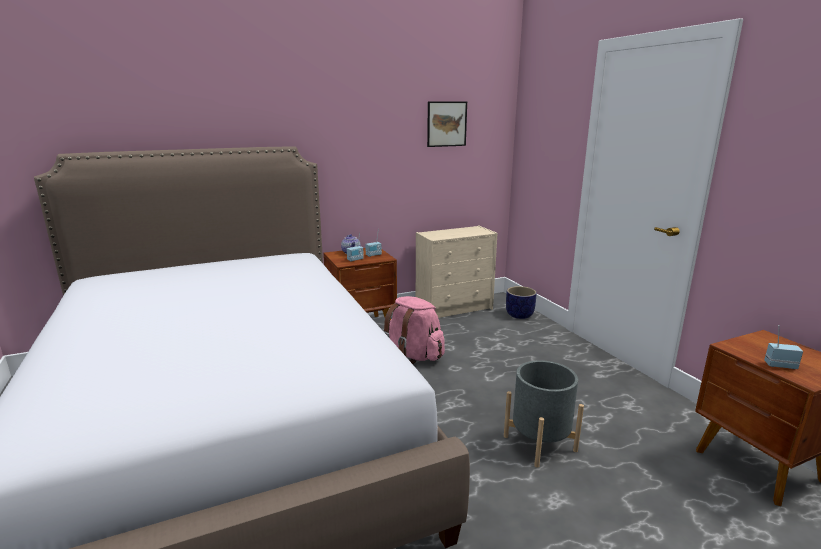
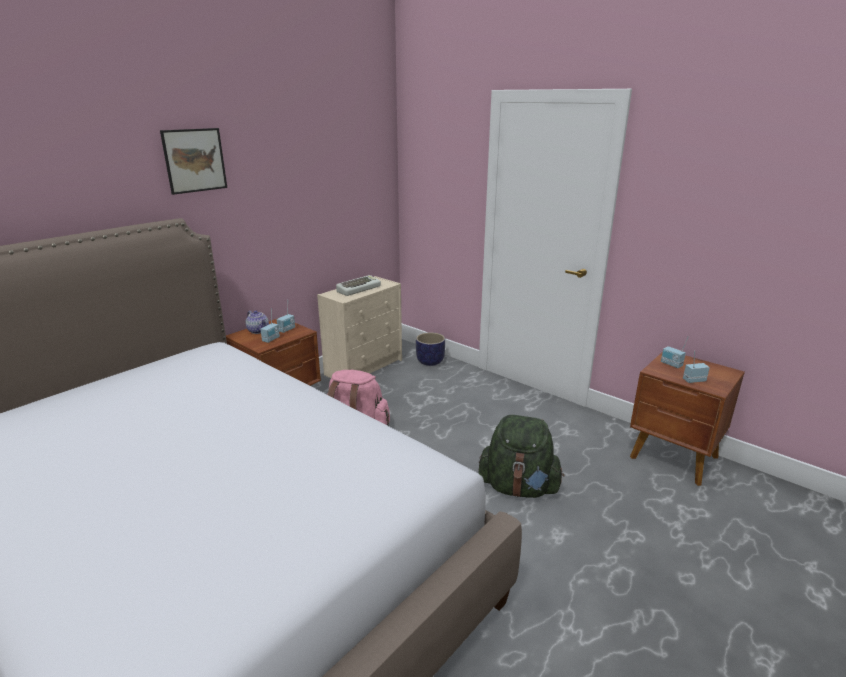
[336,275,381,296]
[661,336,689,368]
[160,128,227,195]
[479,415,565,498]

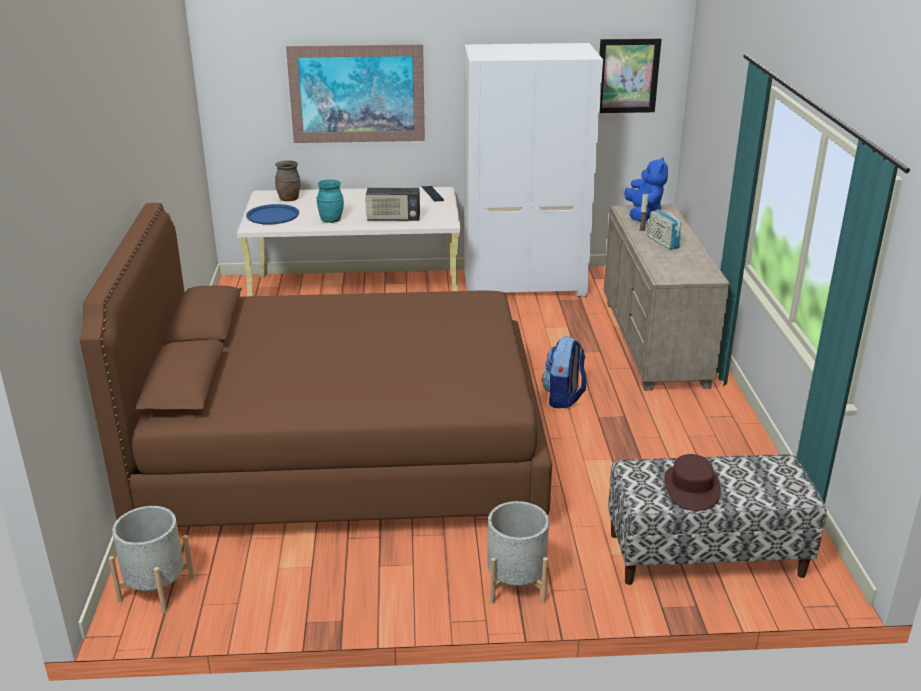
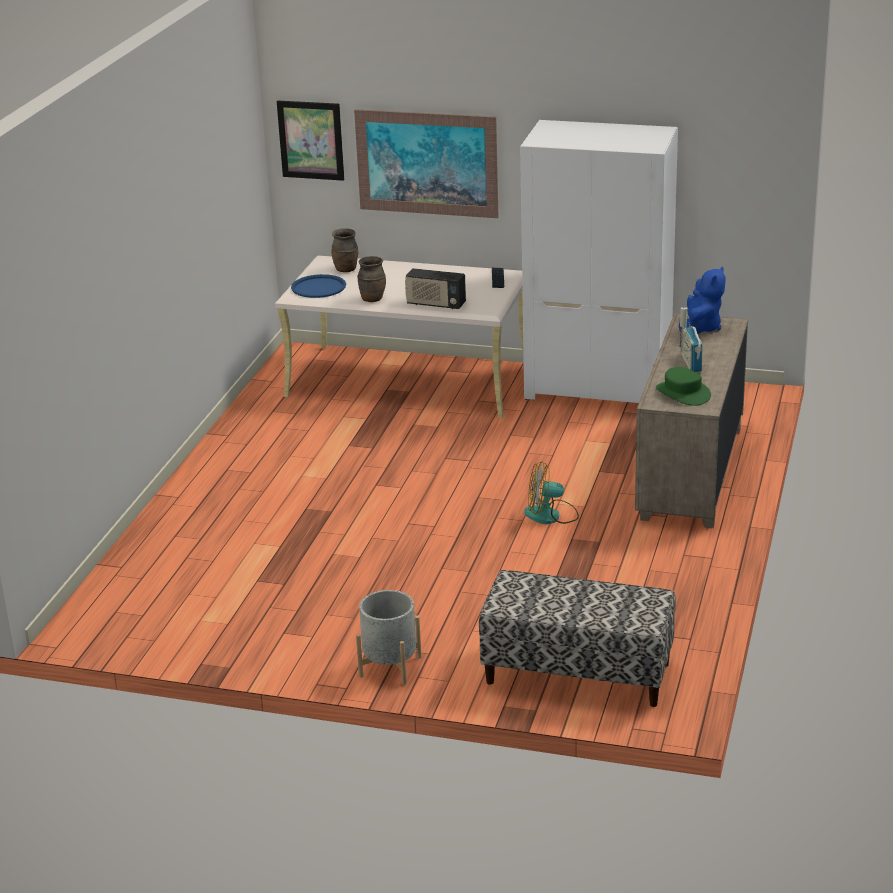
[79,203,552,527] (first image)
[109,506,194,613] (first image)
[664,454,721,511] (first image)
[656,367,711,406]
[277,100,344,181]
[524,461,579,524]
[357,256,386,302]

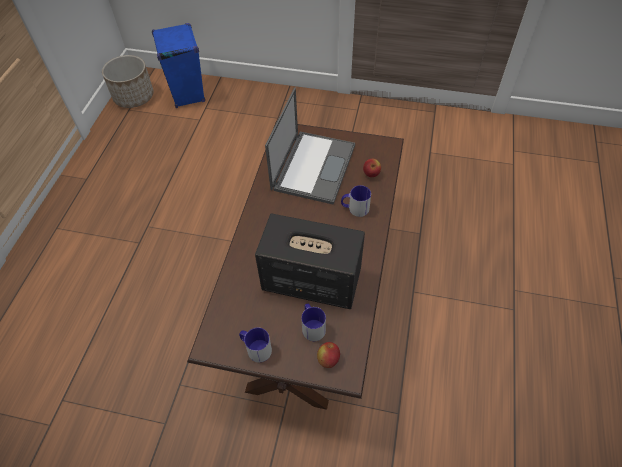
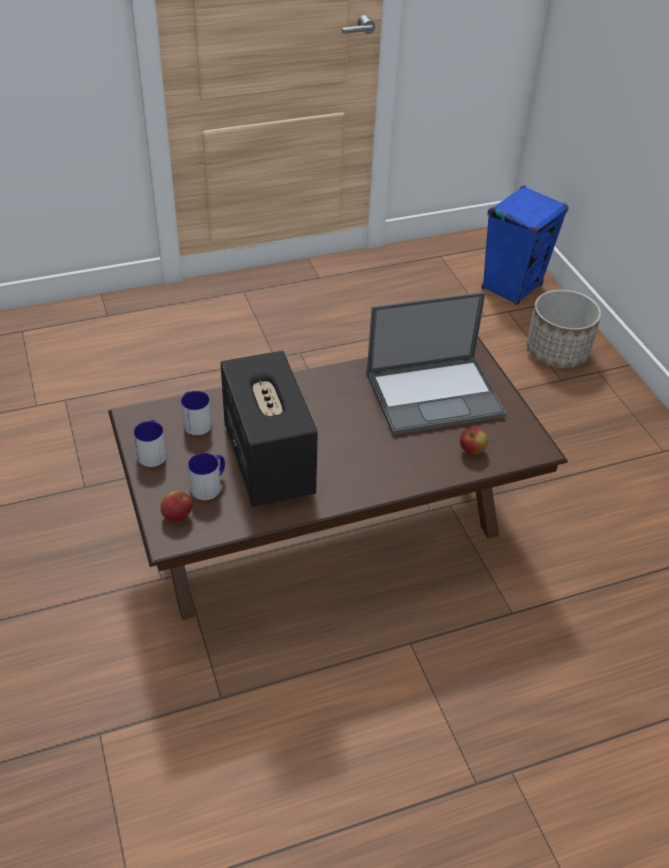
[527,289,601,368]
[181,391,212,435]

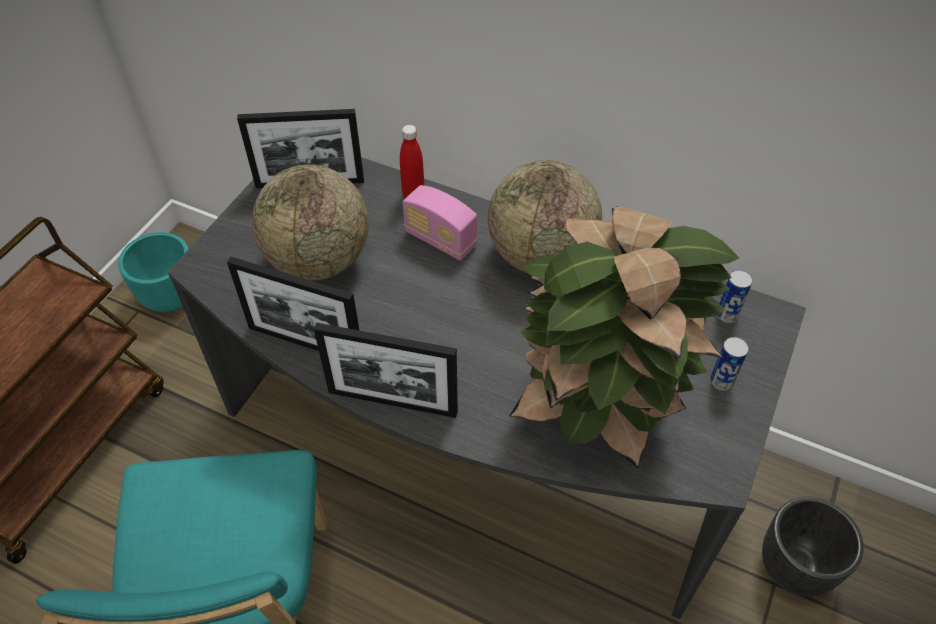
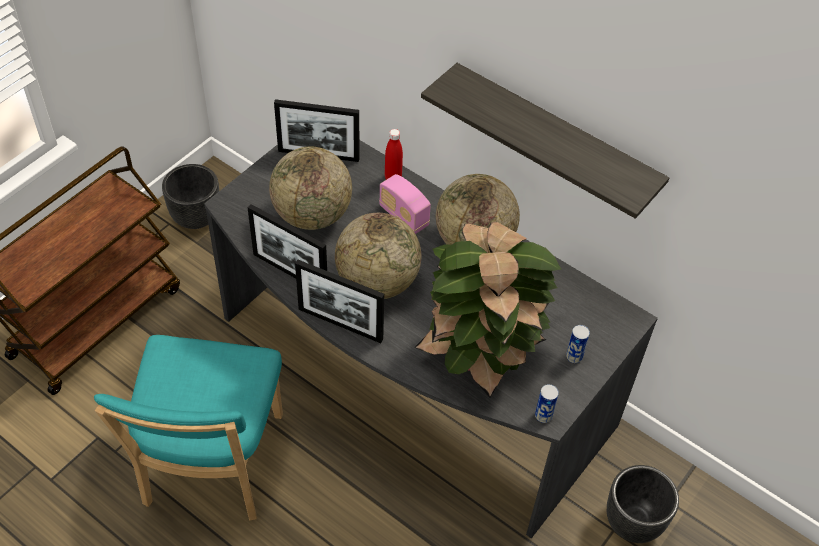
[335,213,421,299]
[421,63,669,219]
[535,384,559,423]
[162,164,219,229]

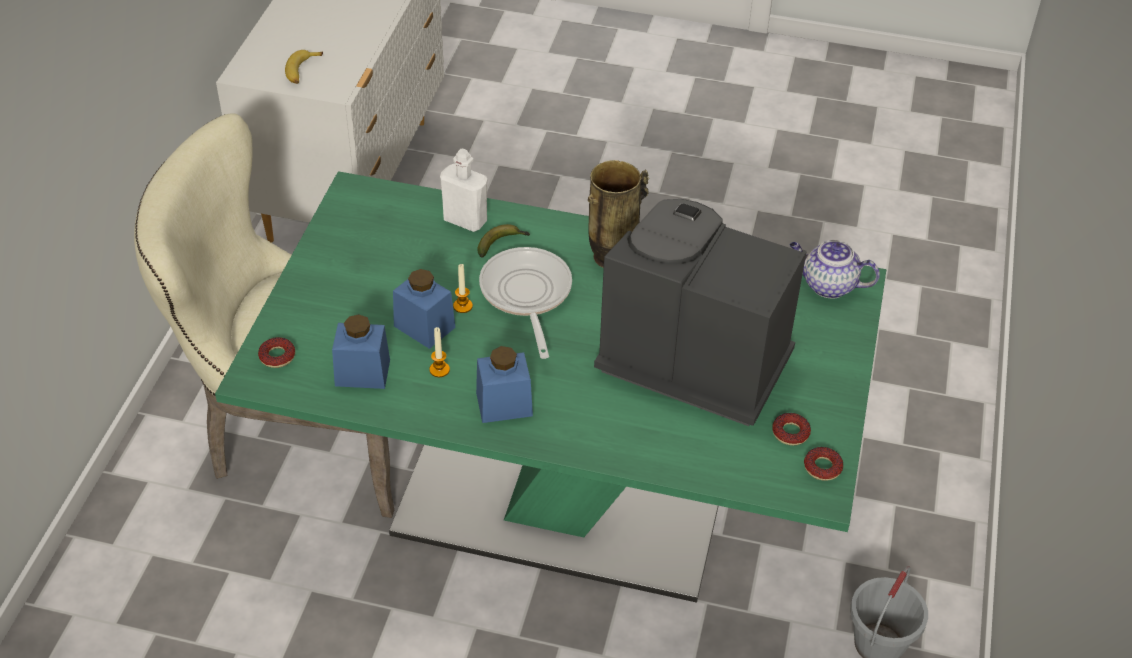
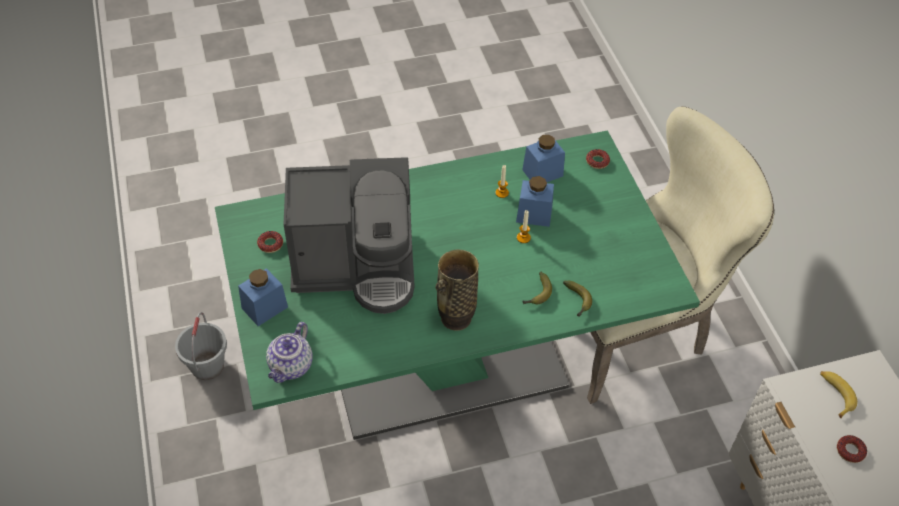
[479,247,572,359] (first image)
[238,268,288,326]
[837,435,867,463]
[563,281,592,316]
[266,322,313,383]

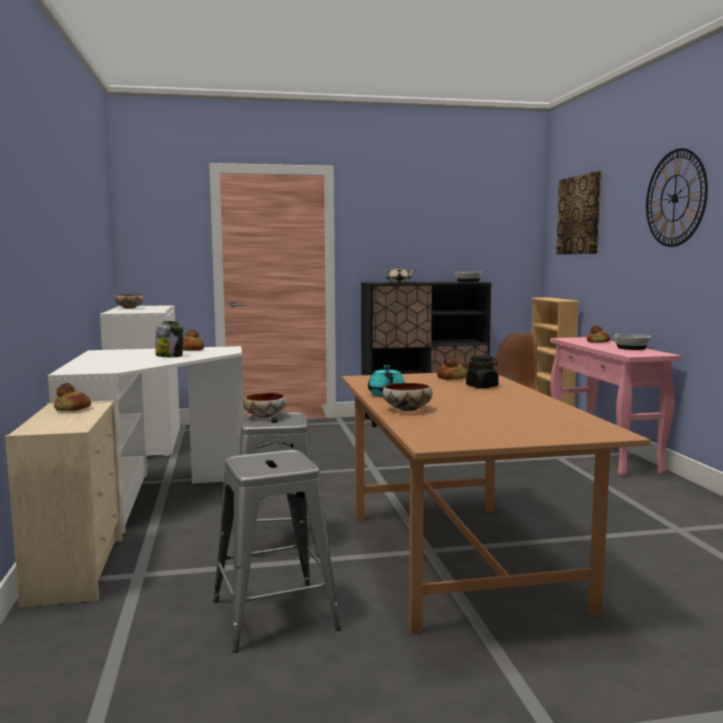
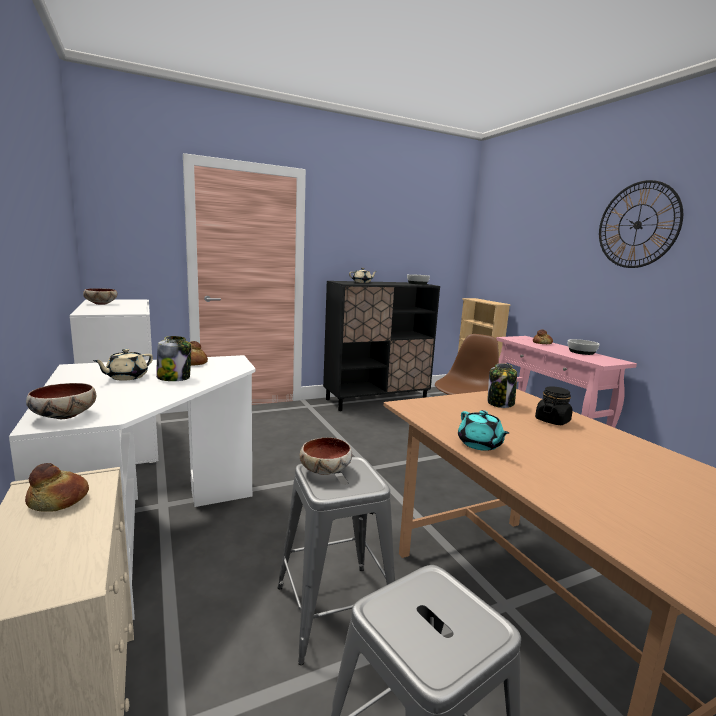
[556,171,601,255] (first image)
[93,349,153,381]
[26,383,96,419]
[487,363,517,408]

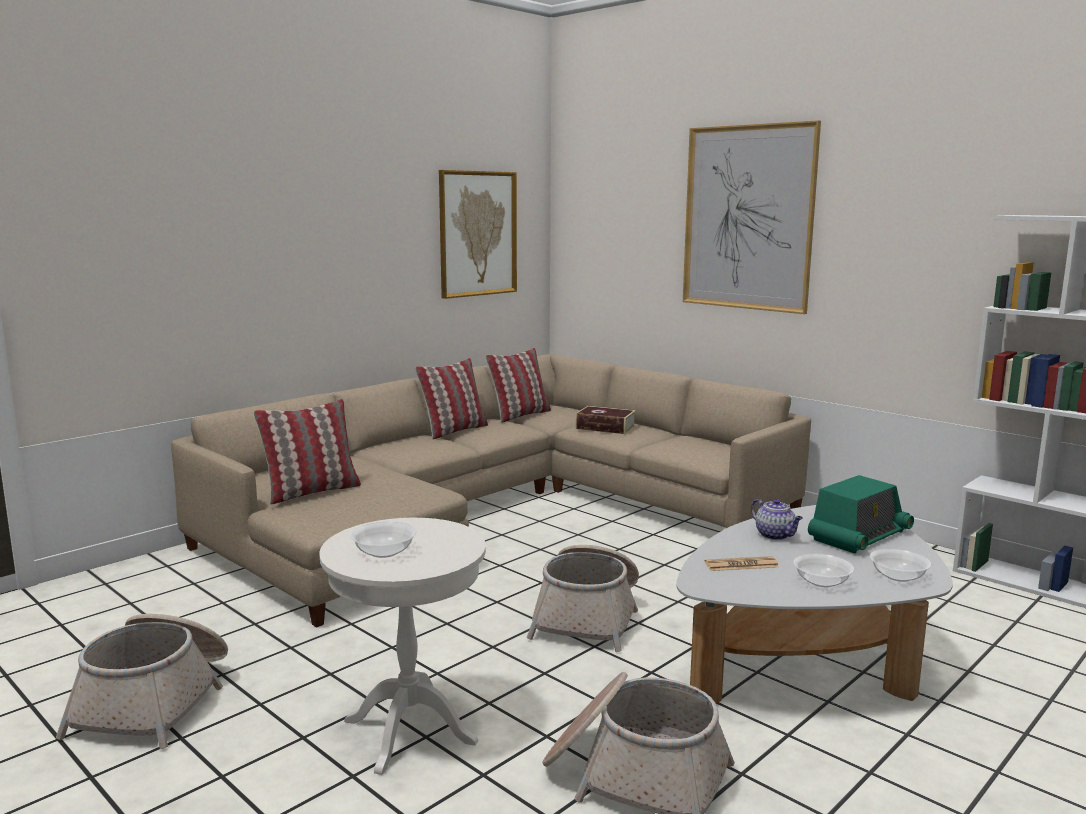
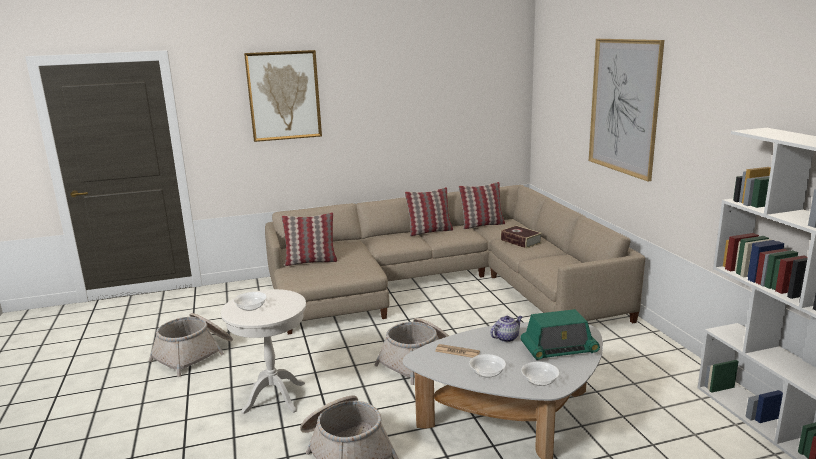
[244,50,322,142]
[491,316,522,342]

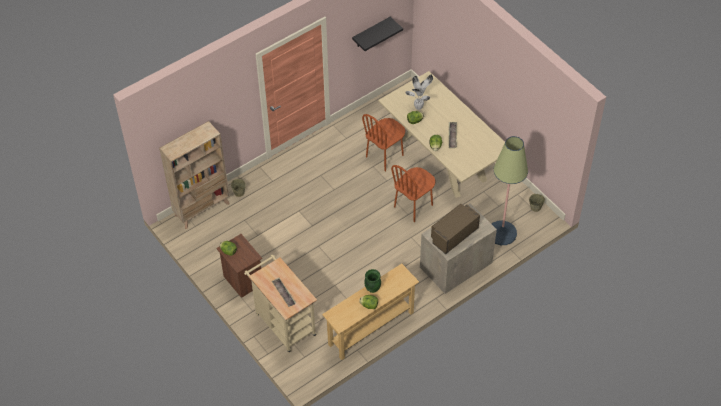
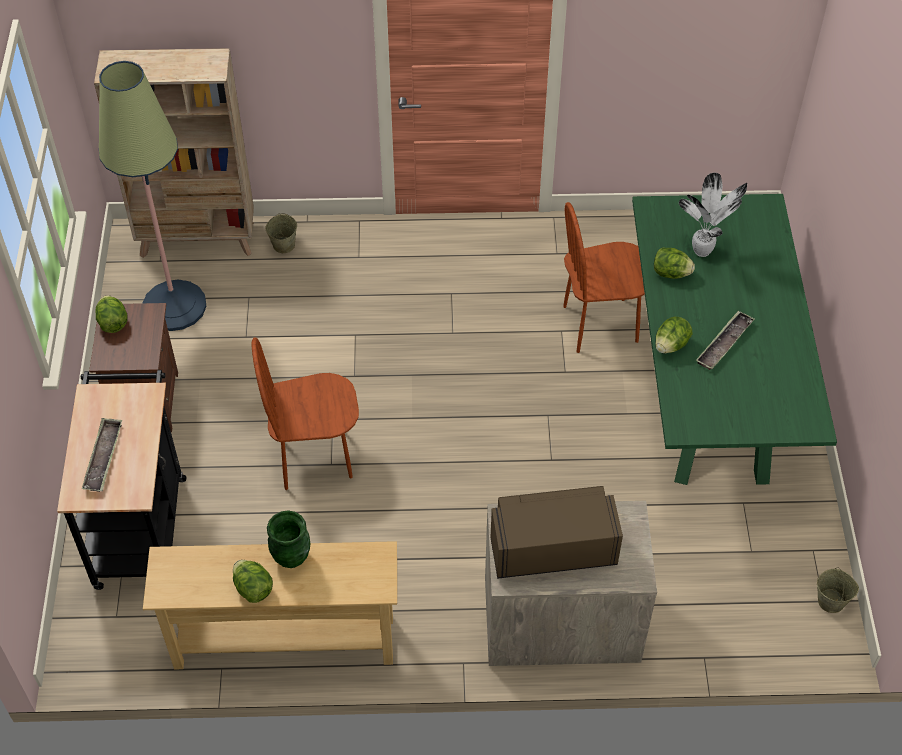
[352,17,403,51] (first image)
[252,337,359,490]
[99,61,206,331]
[57,370,186,590]
[632,194,837,485]

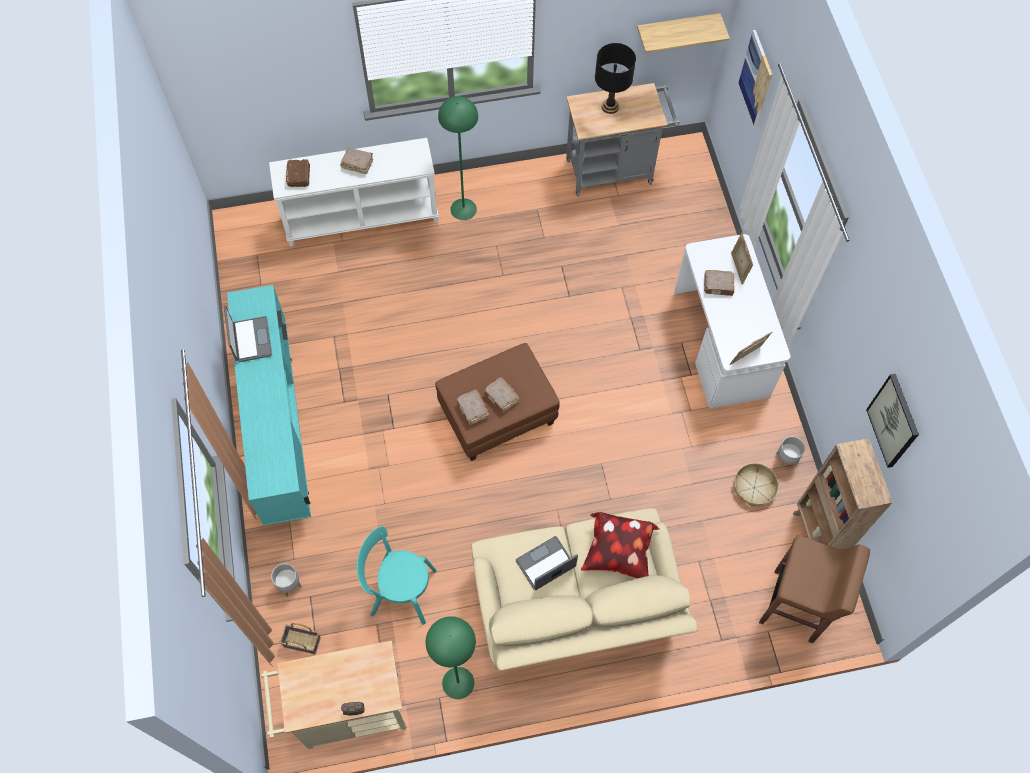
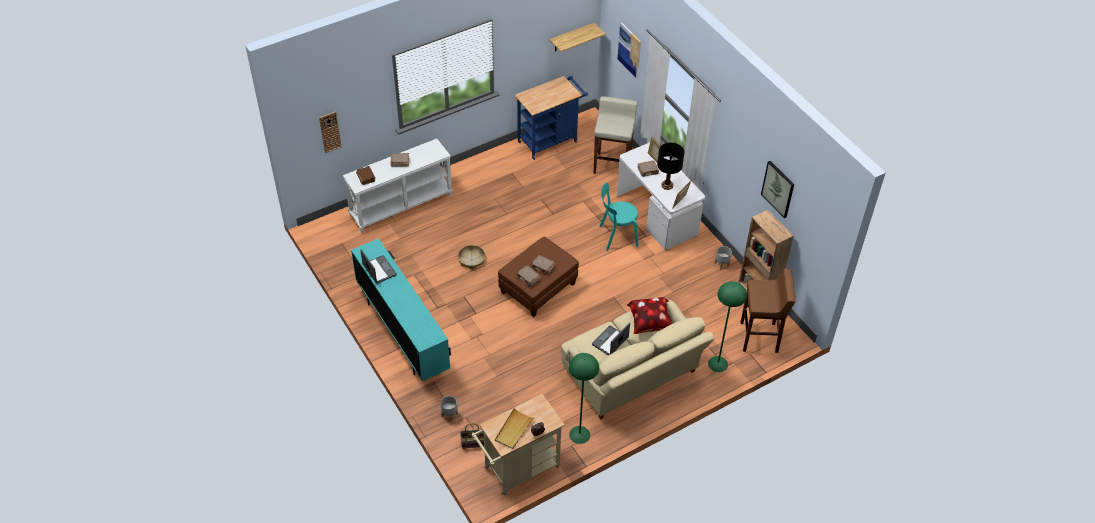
[319,111,342,153]
[495,408,534,449]
[593,96,637,174]
[599,182,639,251]
[708,281,747,372]
[657,142,685,190]
[458,245,485,270]
[515,76,588,160]

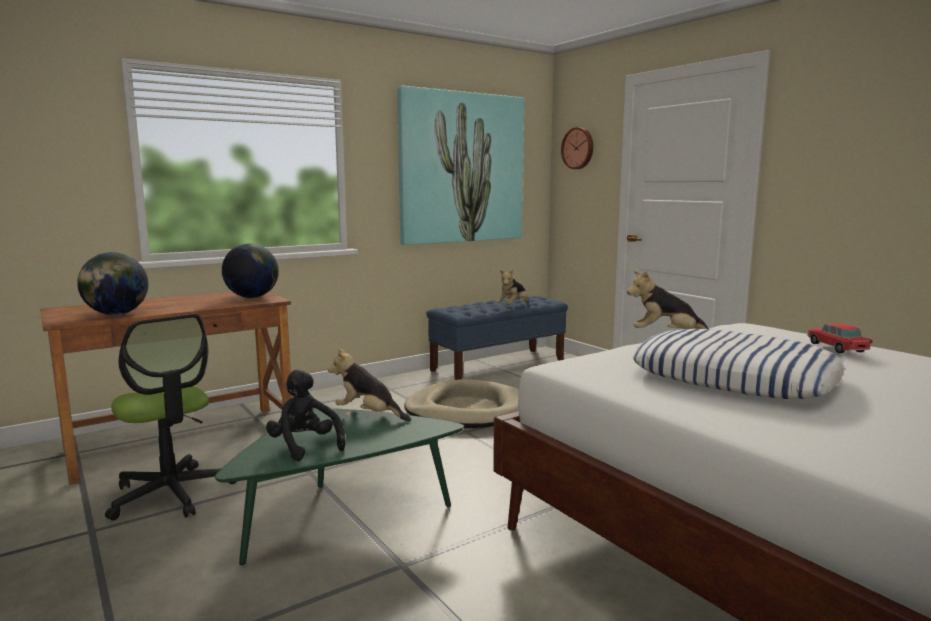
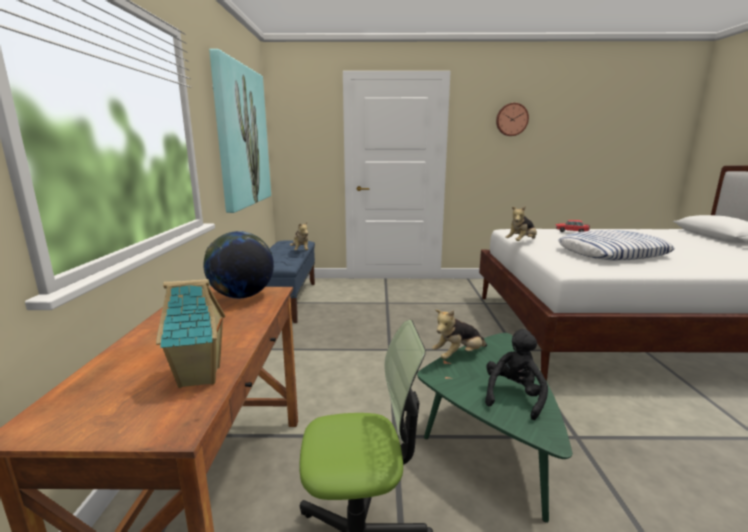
[404,379,519,428] (first image)
[496,103,529,136]
[156,279,225,388]
[485,329,548,420]

